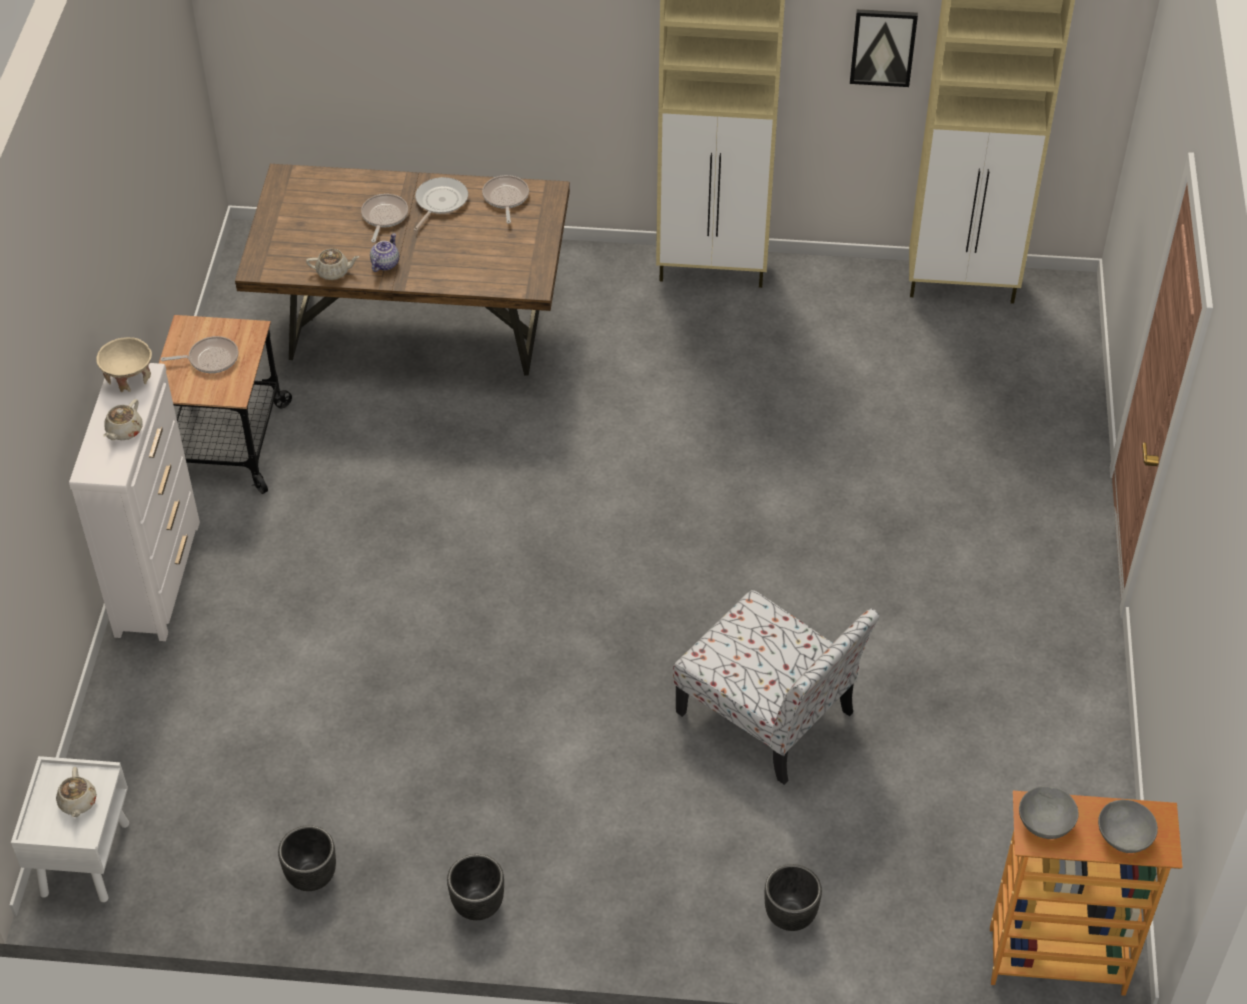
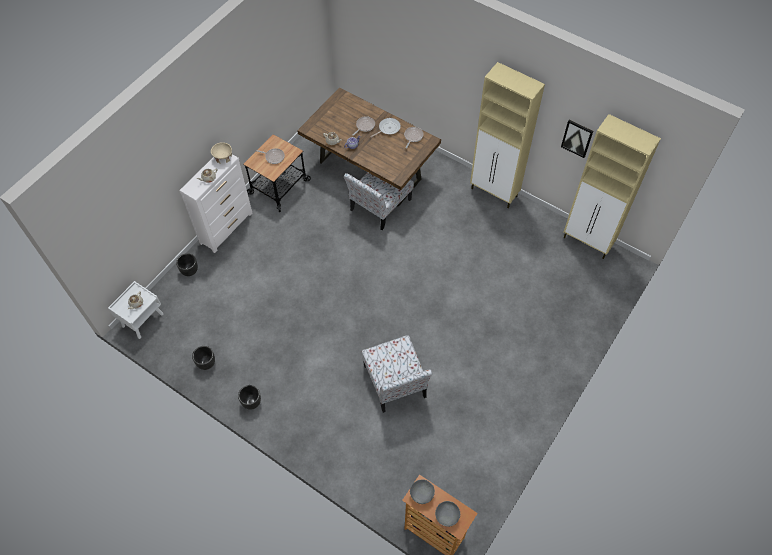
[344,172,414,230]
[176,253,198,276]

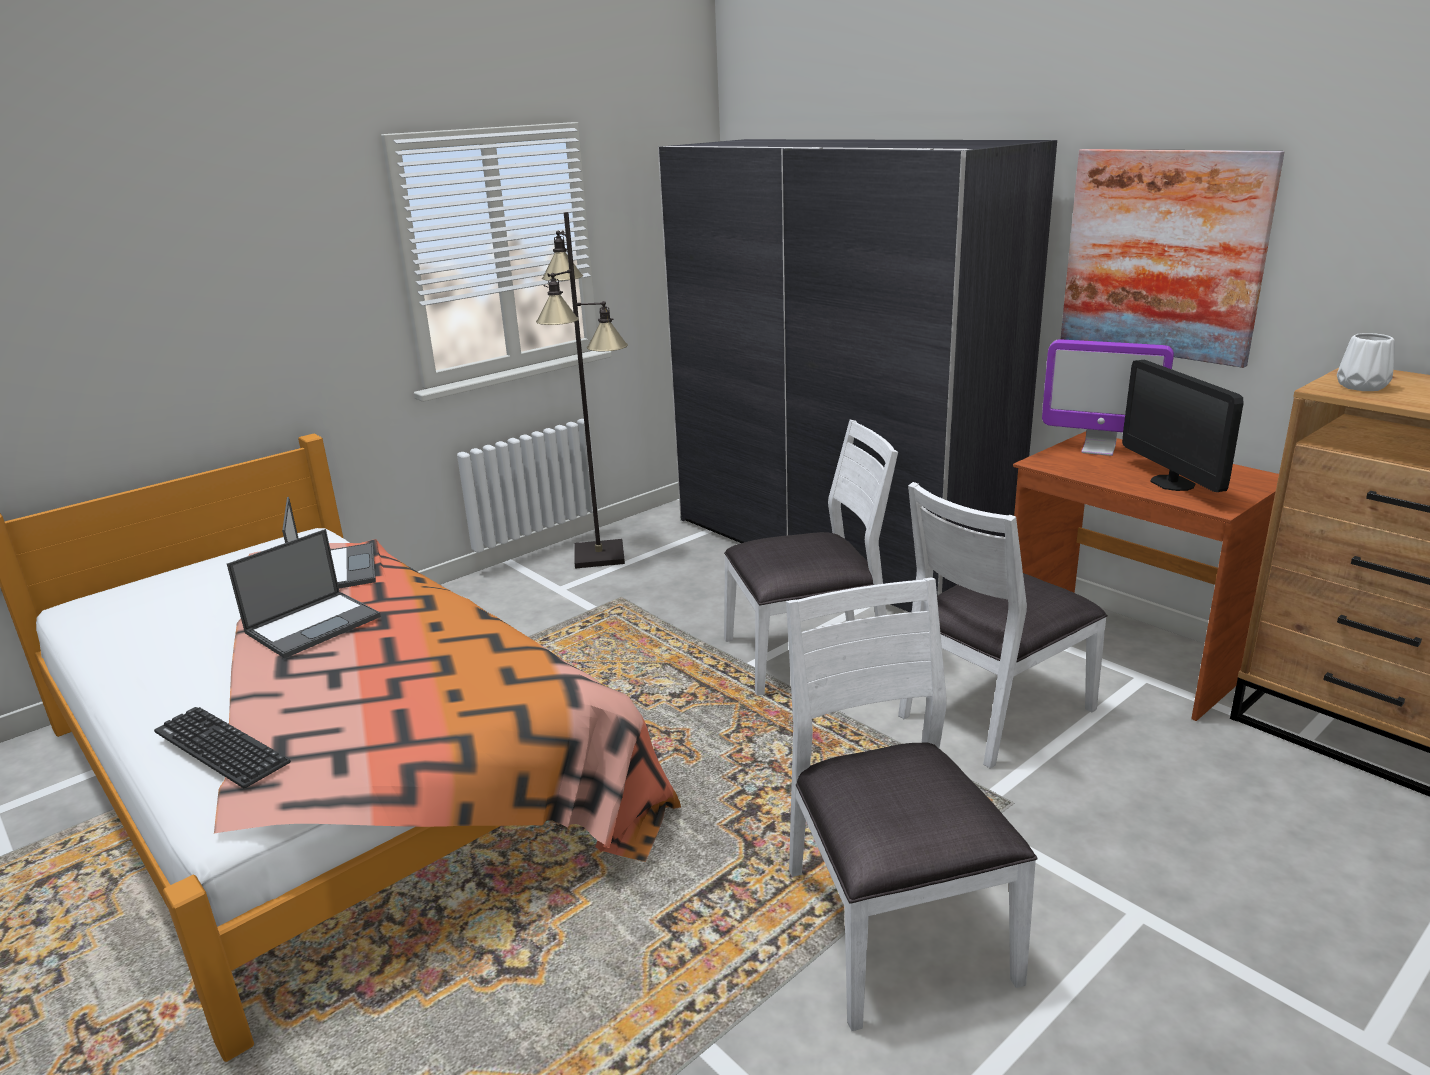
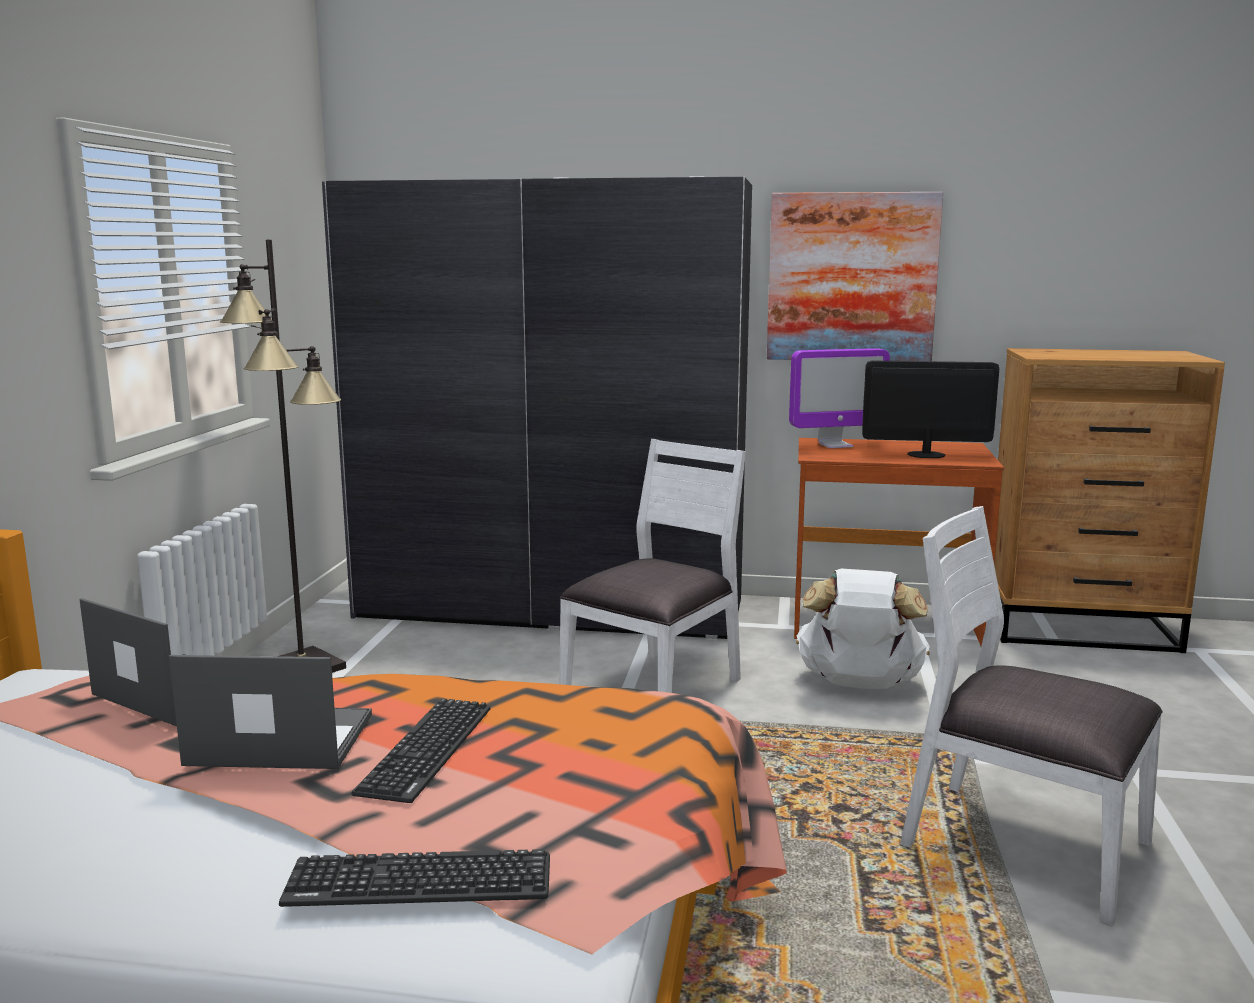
[1337,333,1395,391] (first image)
[352,698,490,803]
[796,569,930,689]
[169,655,372,769]
[862,360,999,458]

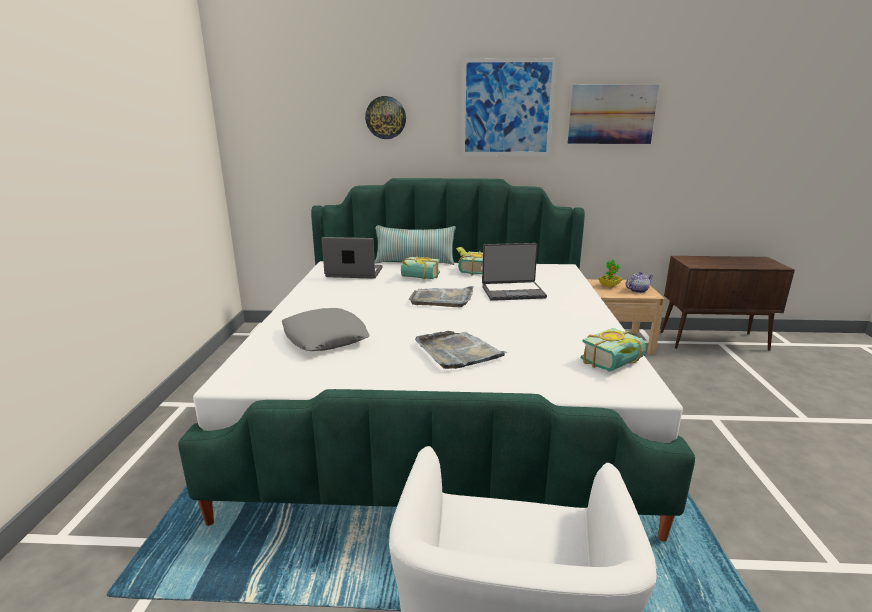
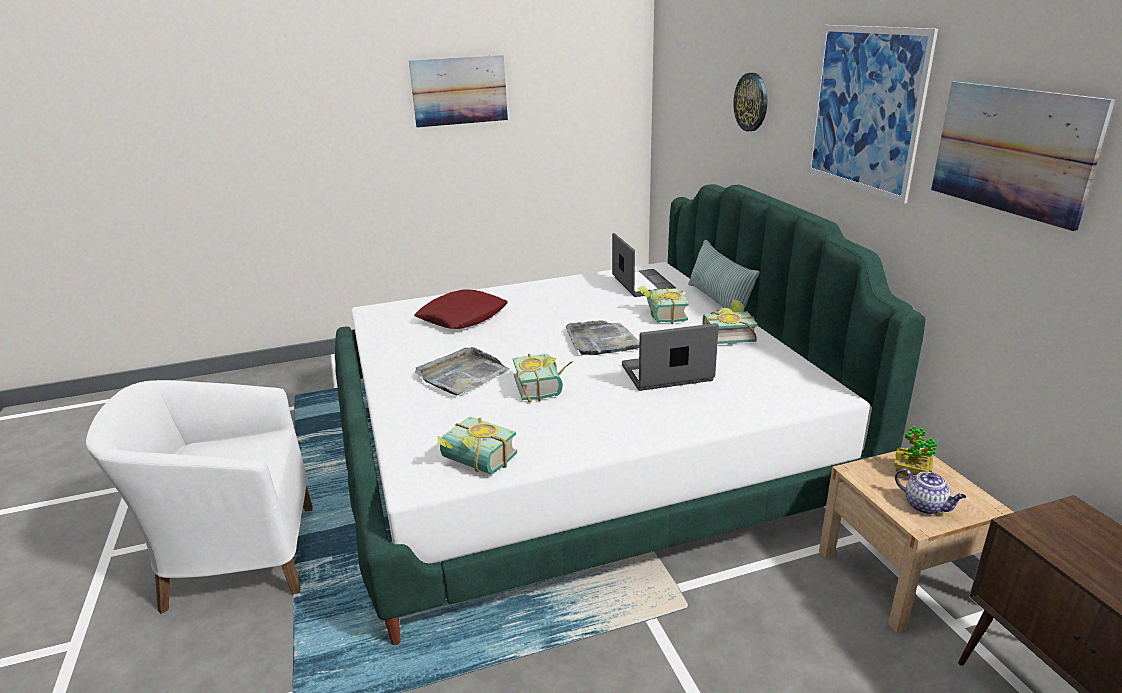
[409,55,508,128]
[513,354,573,403]
[414,290,508,329]
[622,323,719,391]

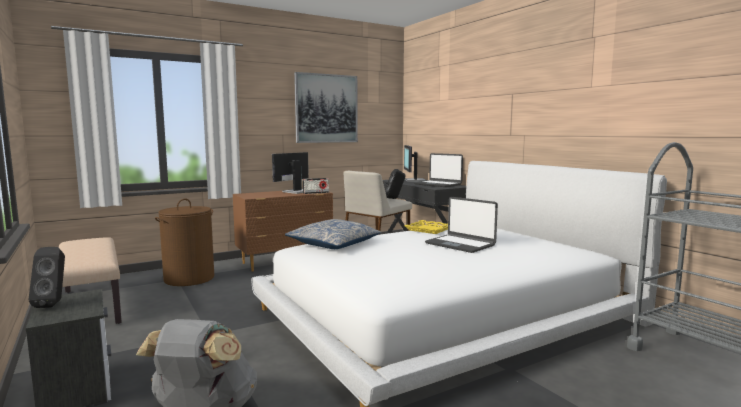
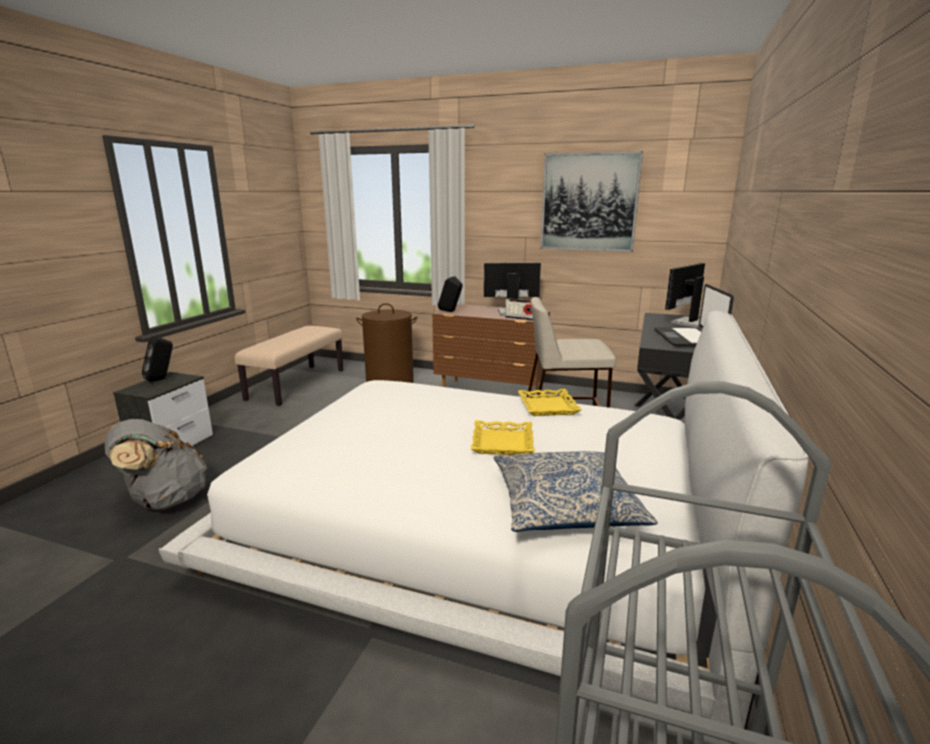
[494,451,658,532]
[438,276,463,312]
[471,420,535,455]

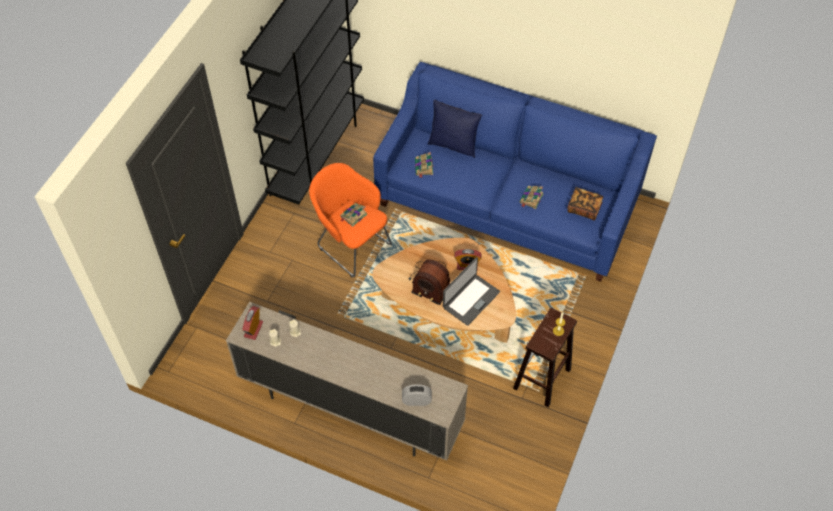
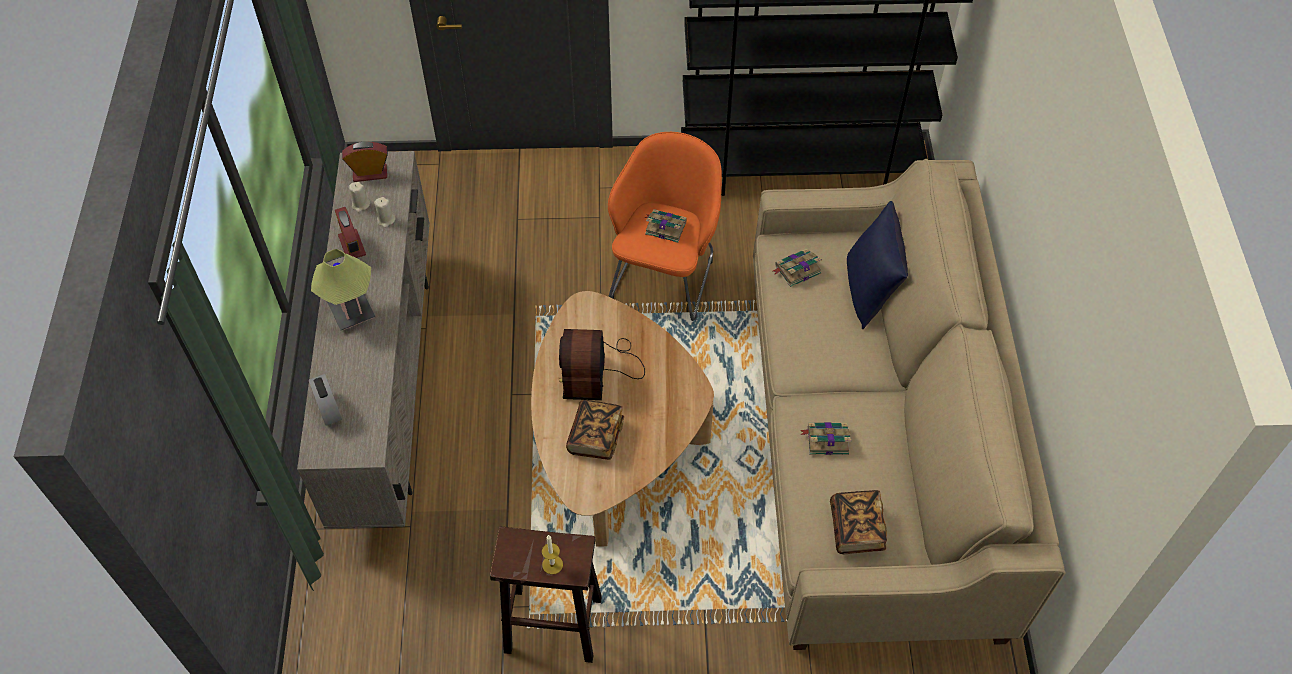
[311,249,375,330]
[335,207,366,258]
[566,400,624,460]
[753,159,1066,650]

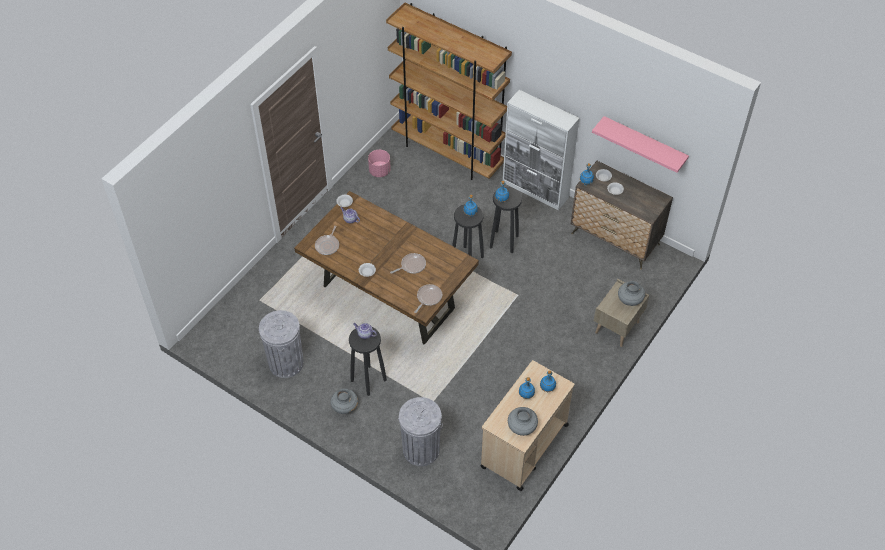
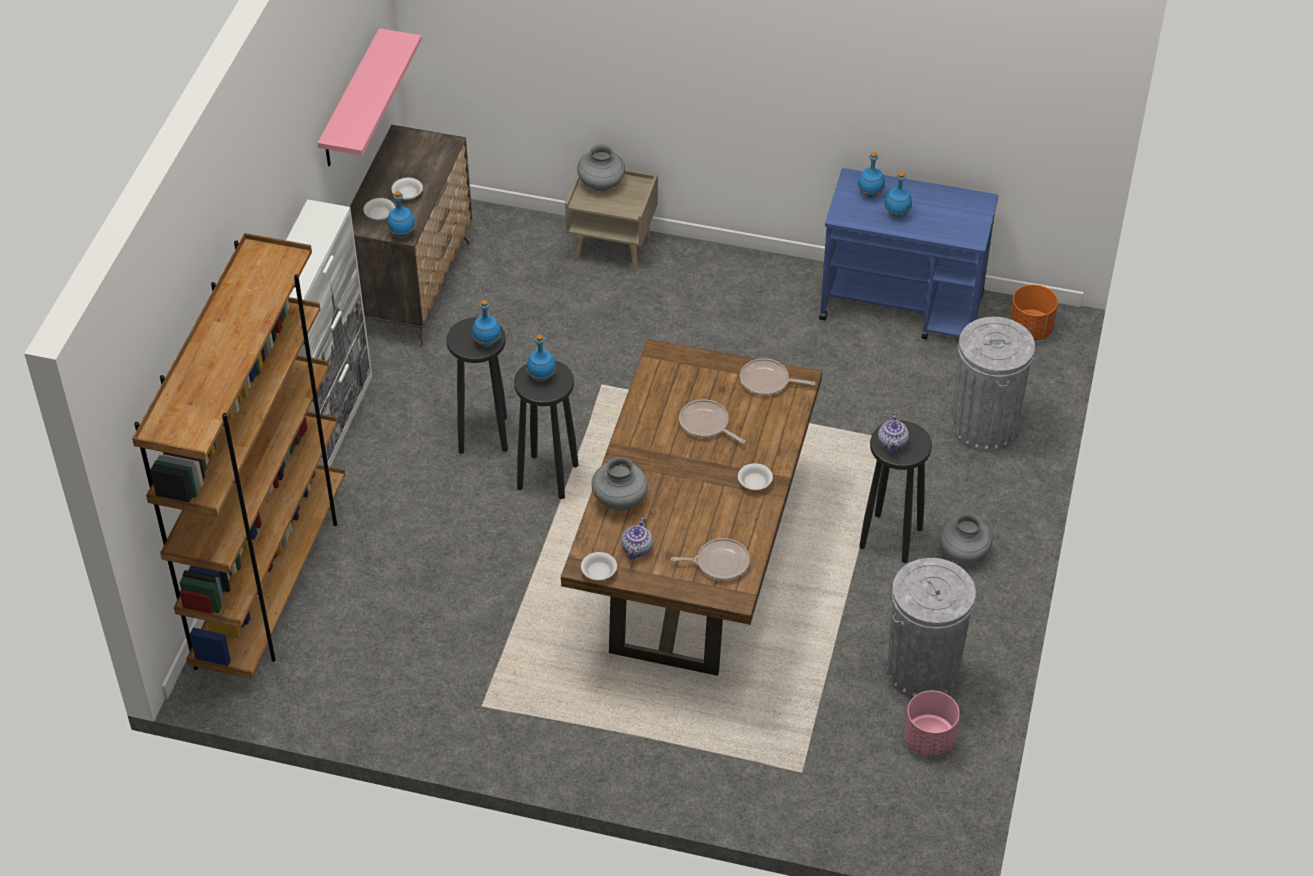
[1010,285,1058,341]
[904,691,960,757]
[591,457,648,511]
[819,168,998,339]

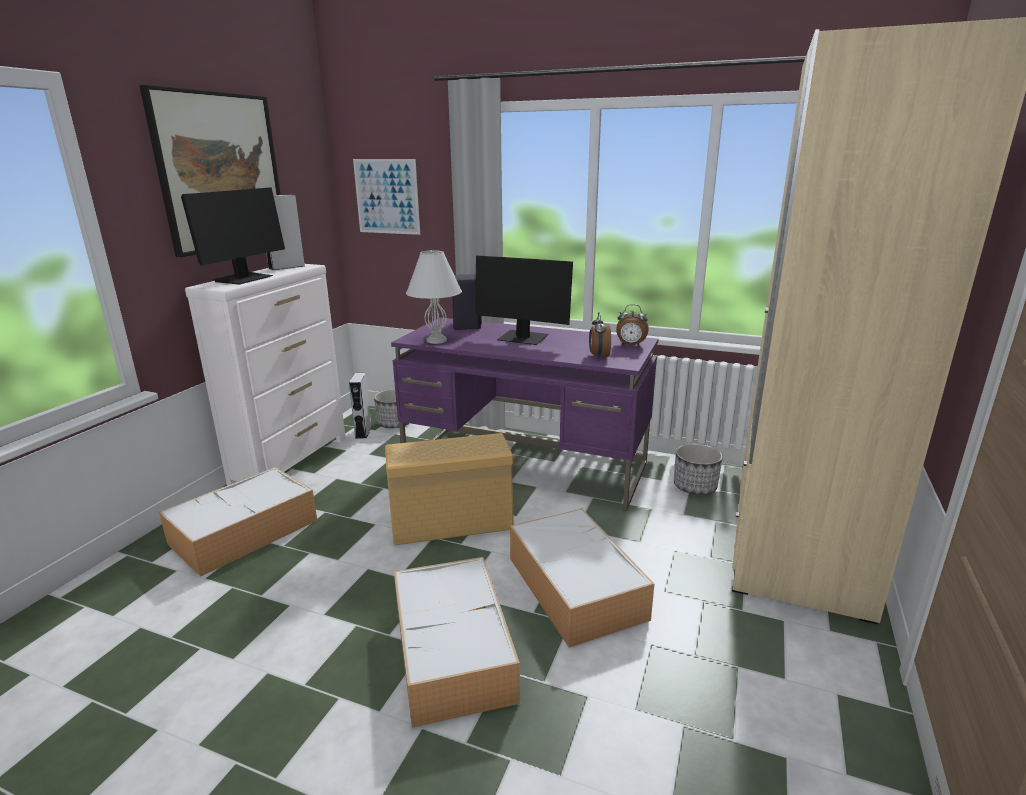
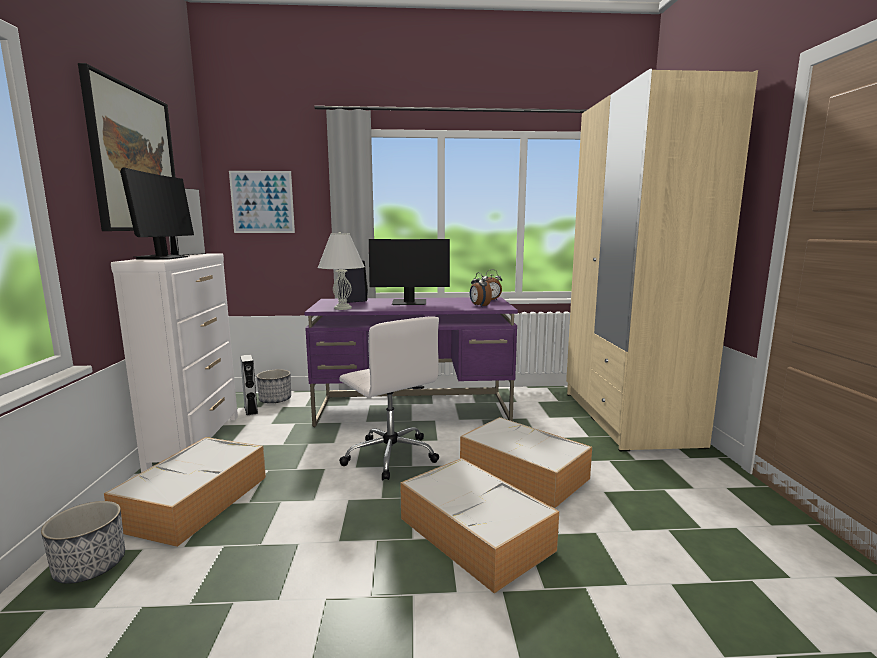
[41,501,125,584]
[339,317,439,480]

